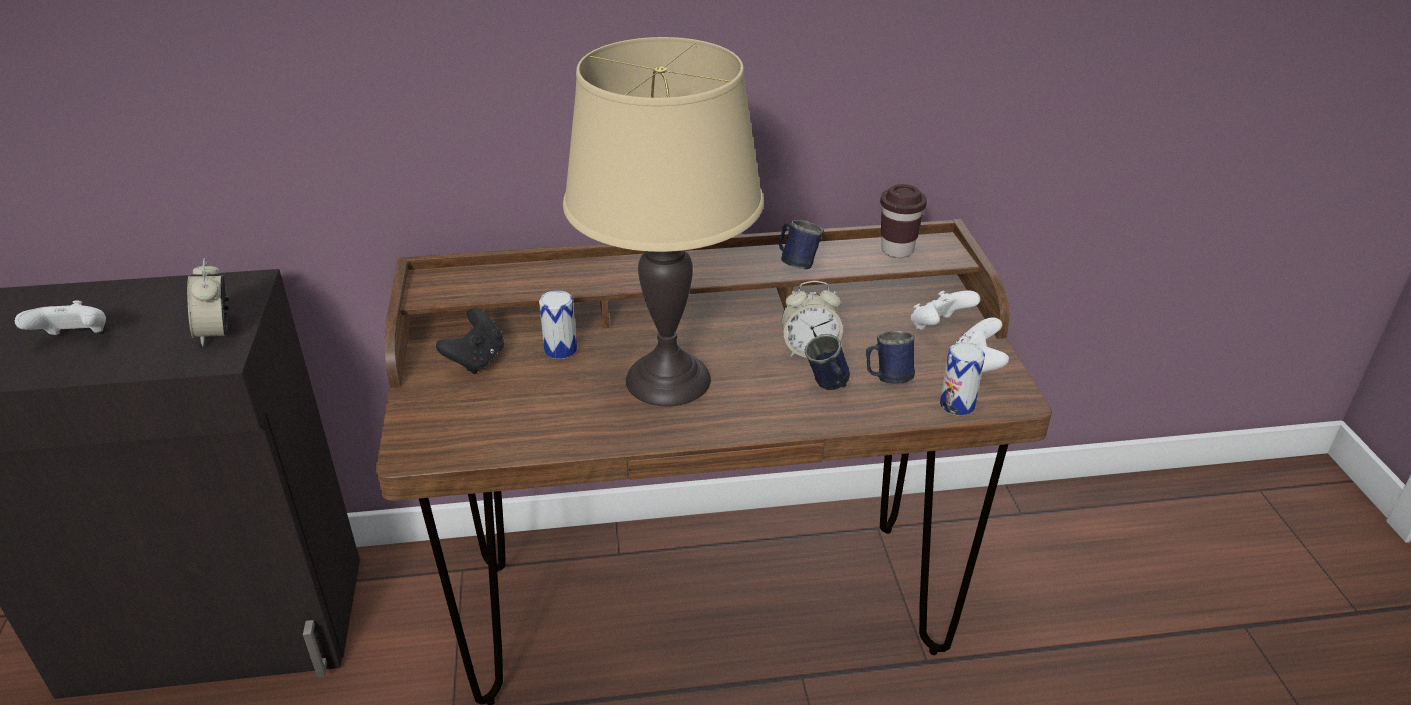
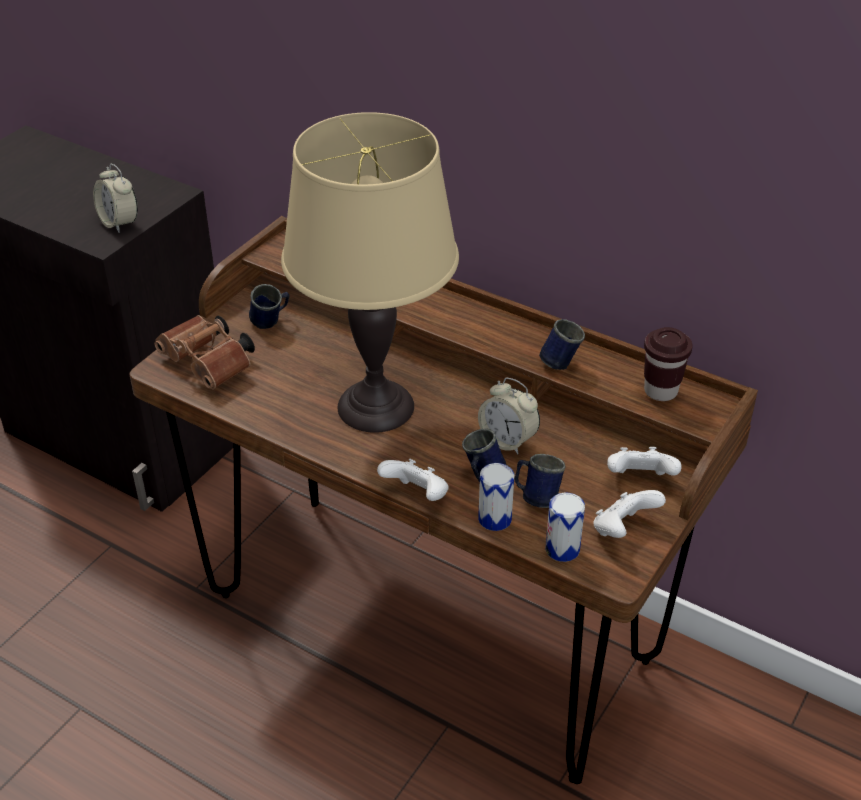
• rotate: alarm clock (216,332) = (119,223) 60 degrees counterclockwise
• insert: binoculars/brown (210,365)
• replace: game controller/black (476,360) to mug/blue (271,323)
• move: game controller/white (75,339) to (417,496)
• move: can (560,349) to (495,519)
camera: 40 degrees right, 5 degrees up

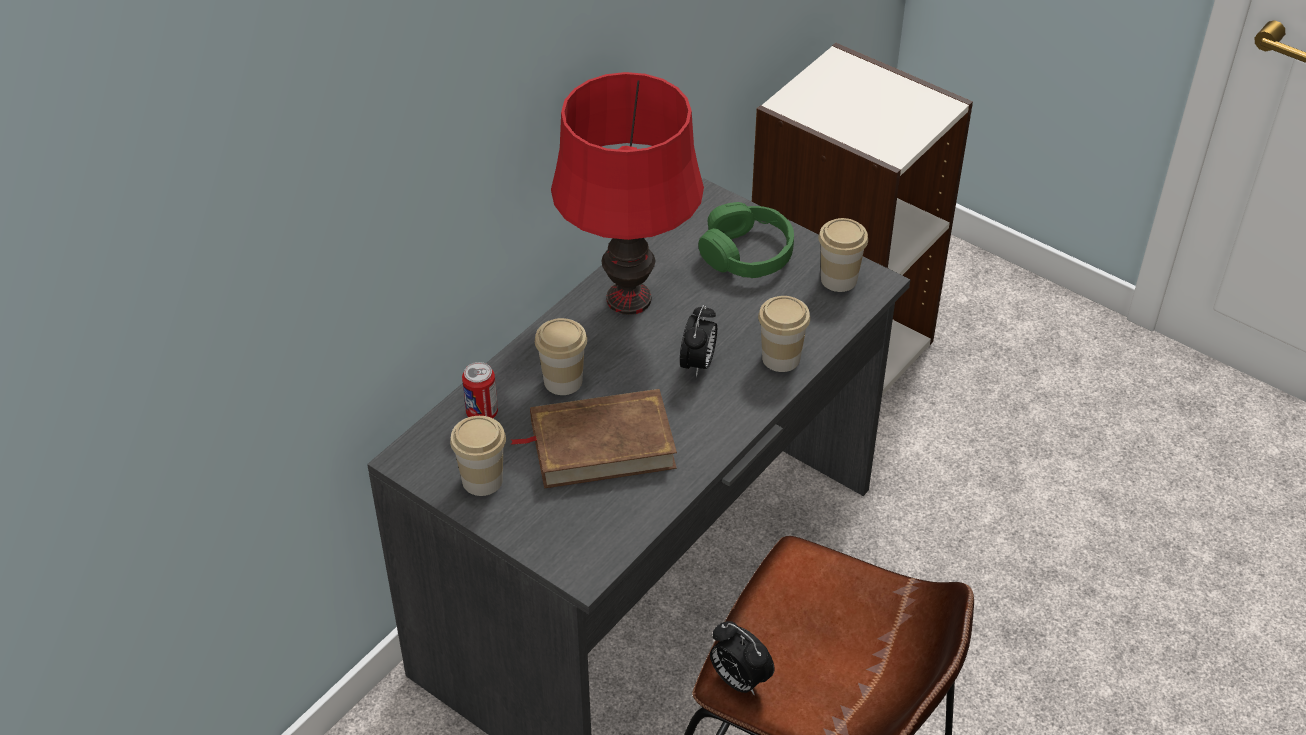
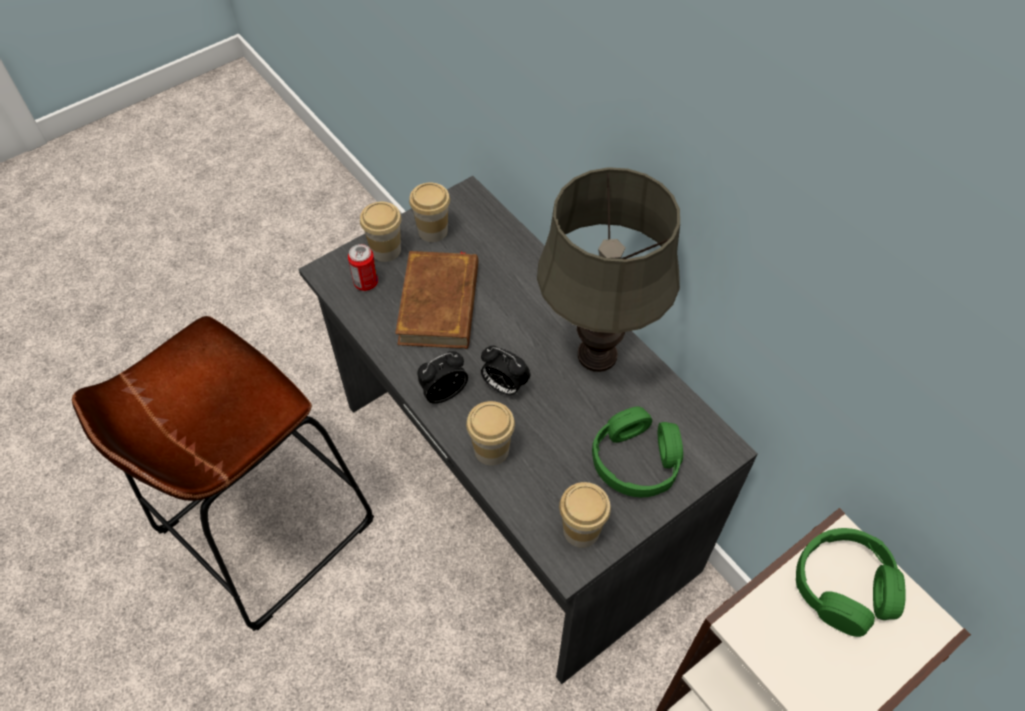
• move: can (482,413) to (366,283)
• move: cup (563,381) to (386,250)
• move: alarm clock (738,680) to (443,392)
• recolor: table lamp/red (628,298) to table lamp/grey (598,355)
• insert: headphones/green (844,586)
camera: 105 degrees right, 10 degrees up

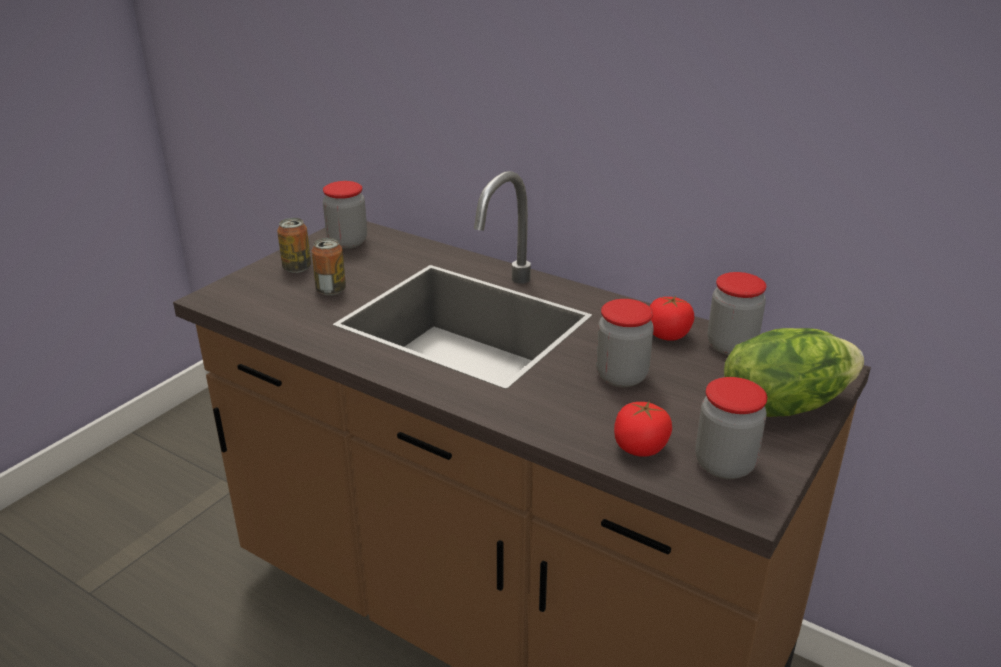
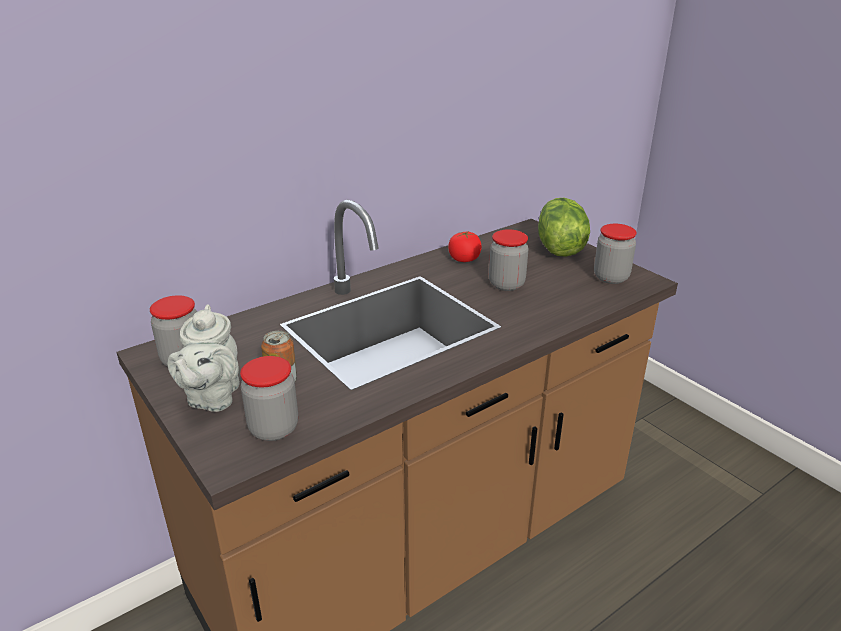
• replace: can (297,268) to teapot/grey (212,397)
• move: jar (731,346) to (273,428)
• delete: tomato (640,447)
camera: 70 degrees left, 0 degrees up

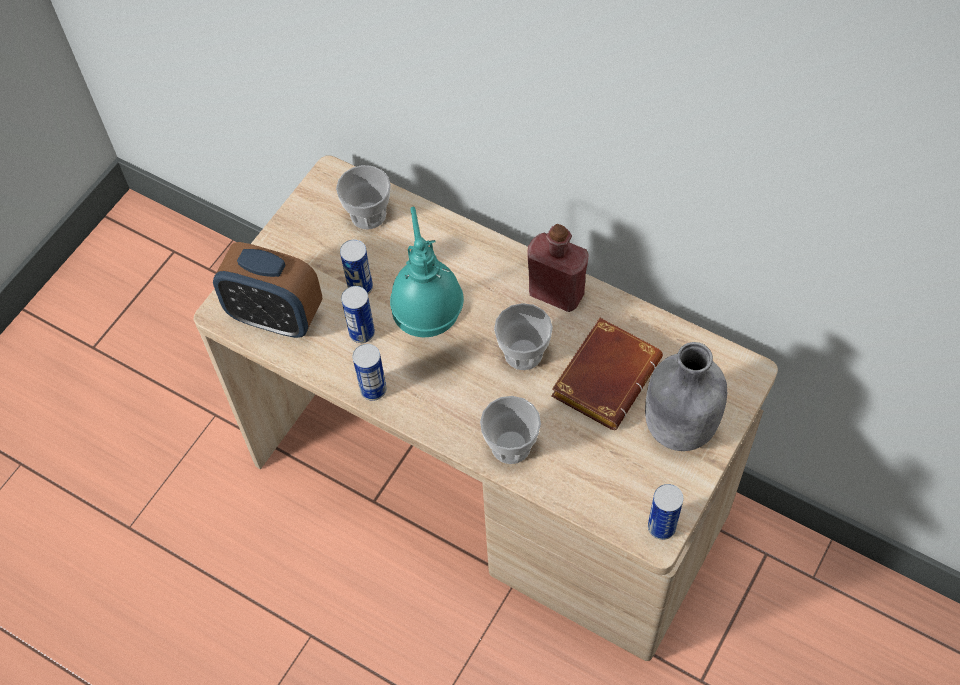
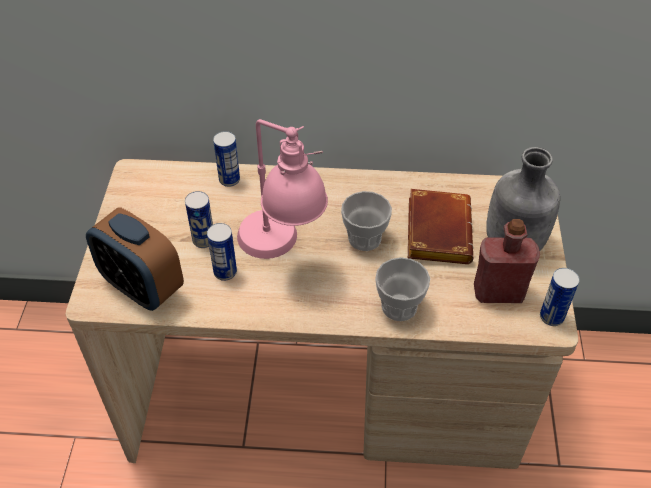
• rotate: alarm clock (276,316) = (142,287) 45 degrees clockwise
• move: can (373,390) to (229,180)
• recolor: table lamp/turquoise (431,333) to table lamp/pink (283,251)
• move: bottle/red (556,293) to (498,292)
• delete: cup (368,215)
camera: 30 degrees left, 10 degrees down

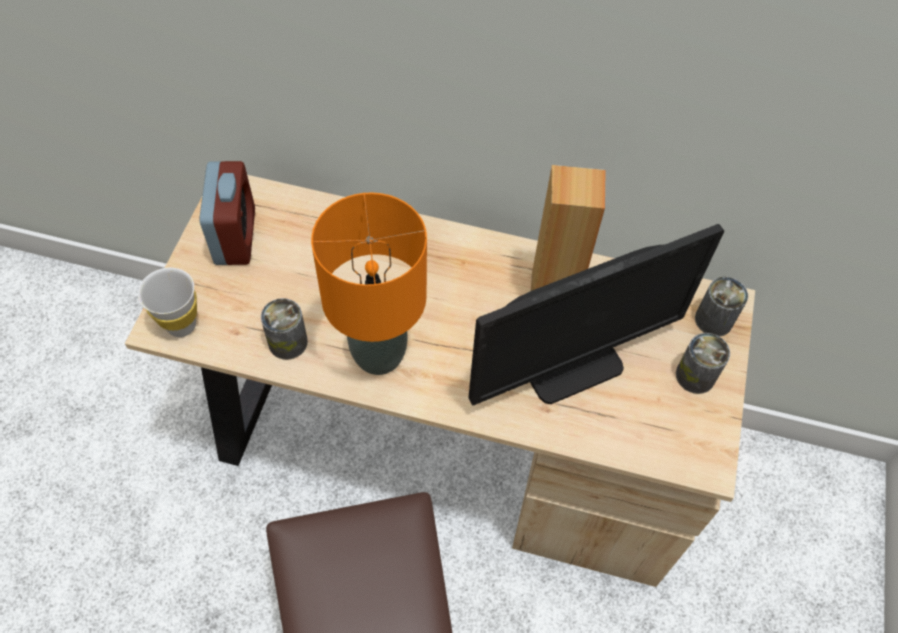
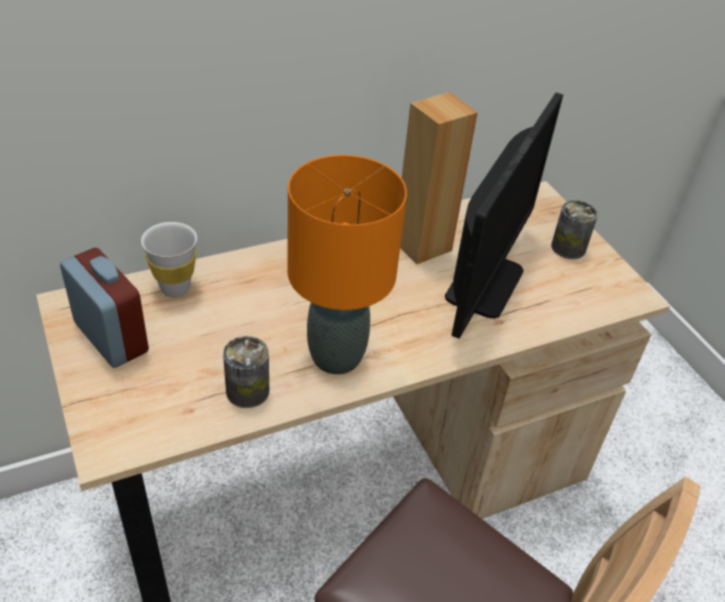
• move: cup/white (181,325) to (175,288)
• delete: can (713,320)
camera: 40 degrees left, 15 degrees down

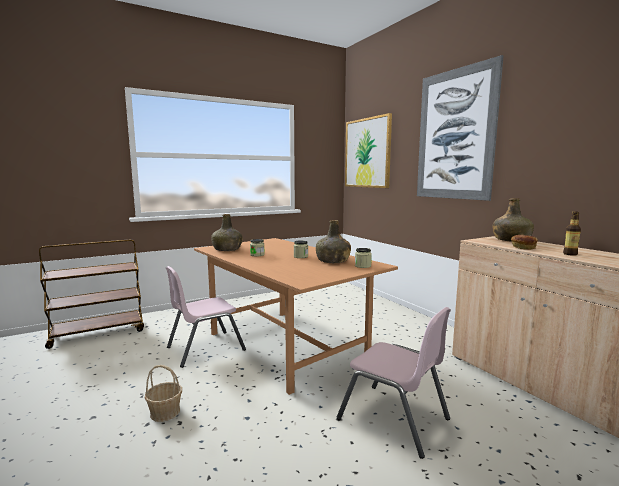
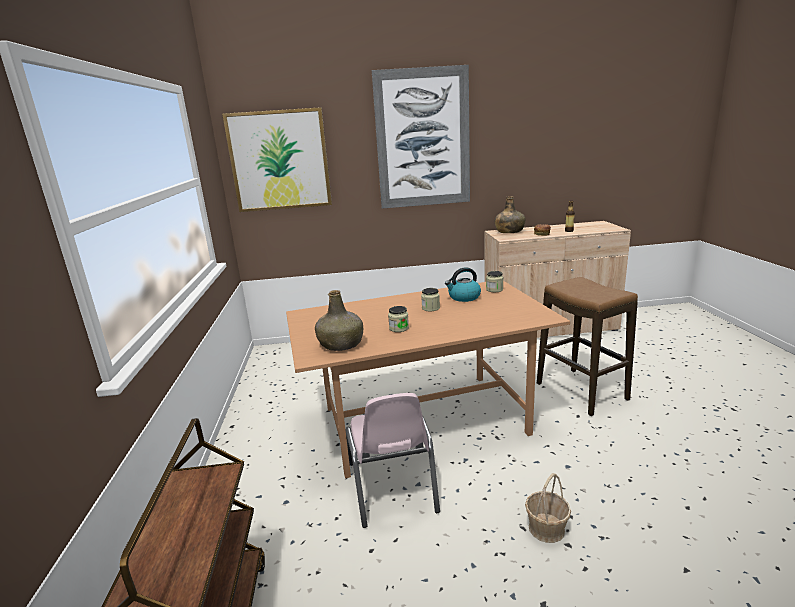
• replace: bottle/green (333,261) to kettle (464,297)
• replace: chair/pink (394,419) to stool (581,392)
camera: 65 degrees left, 10 degrees up

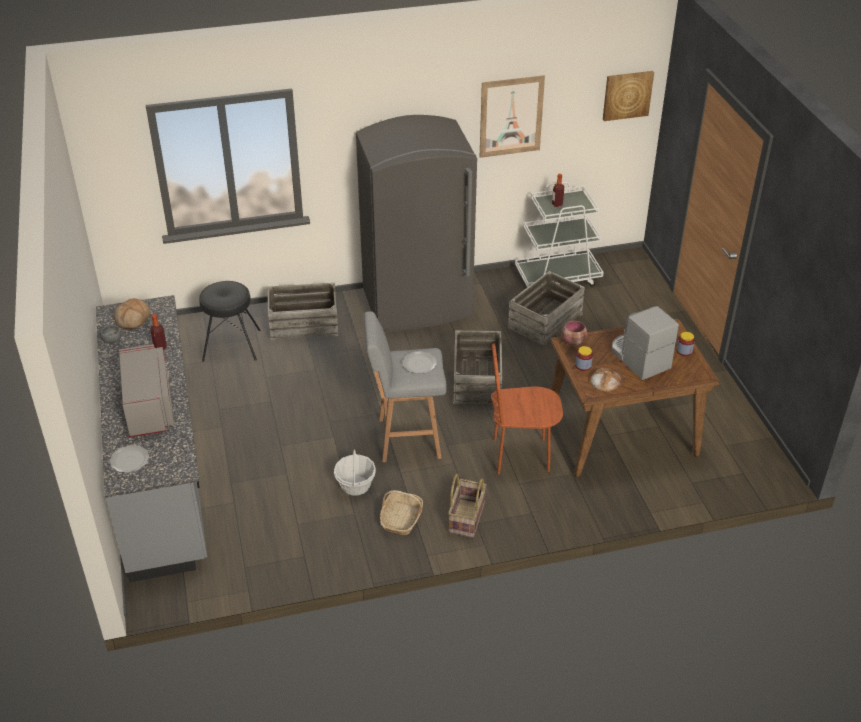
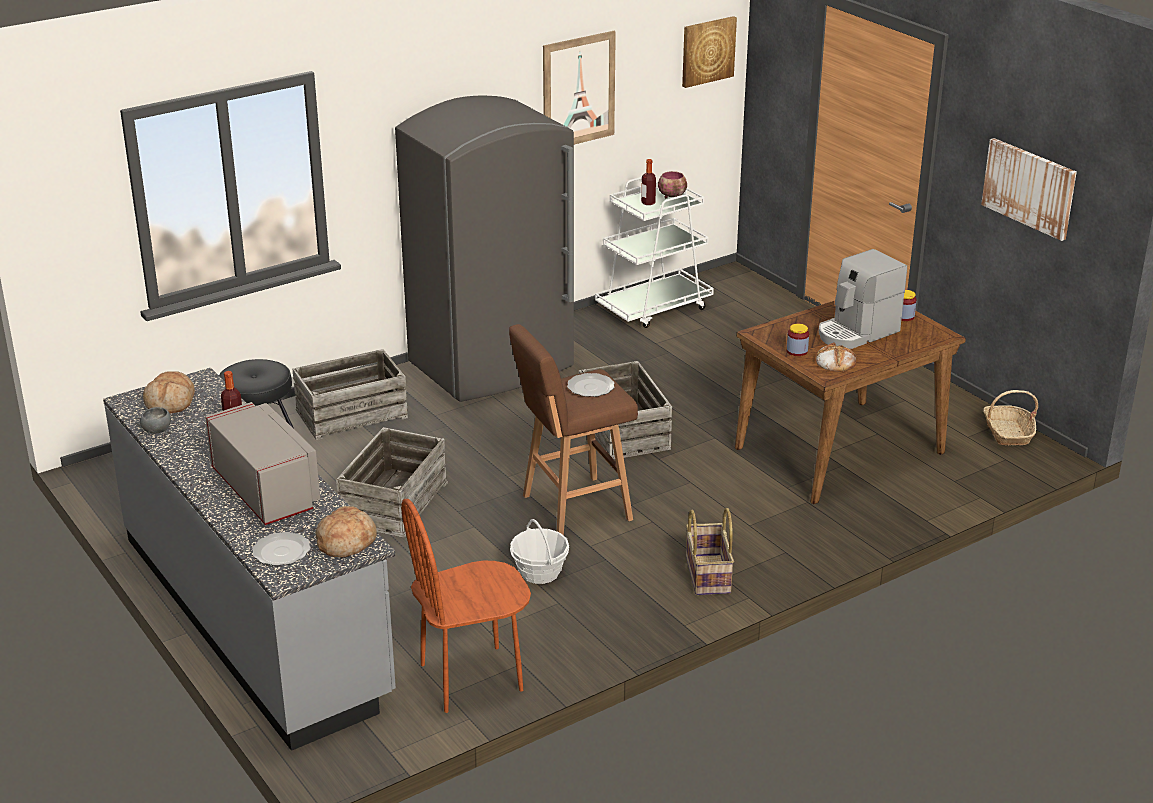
• insert: bread (346,542)
• move: crate (544,320) to (393,503)
• move: chair/brown (521,455) to (471,678)
• recolor: stool/grey (406,438) to stool/brown (573,508)
• move: bowl (574,342) to (673,196)
• rotate: coffee machine (638,358) = (856,332) 75 degrees counterclockwise
• insert: picture (1029,188)
• move: basket (401,519) to (1007,433)
camera: 20 degrees left, 10 degrees down

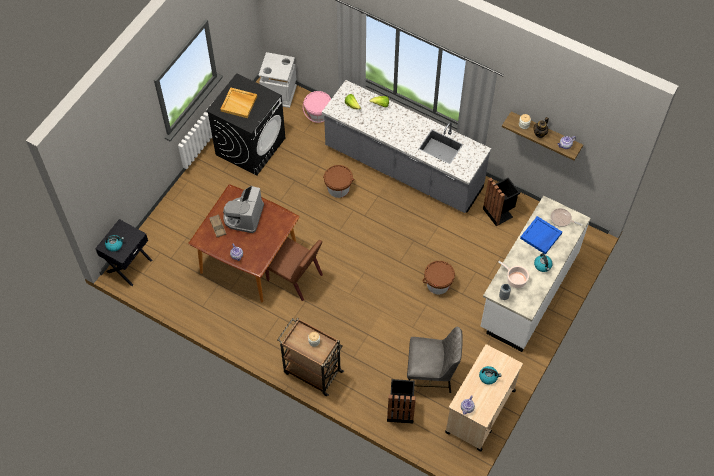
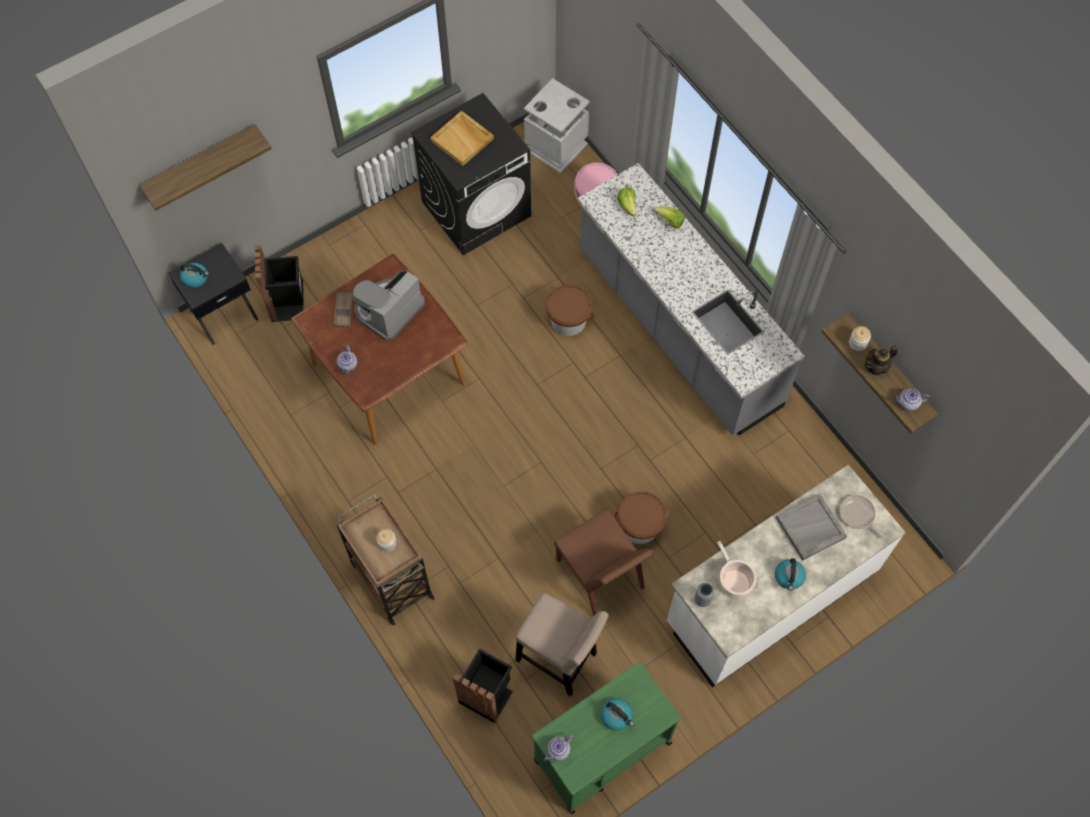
• insert: shelf (201,163)
• move: trash can/black (499,212) to (289,304)
• replace: chair/grey (431,374) to stool/beige (559,660)
• recolor: cart/beige (479,411) to cart/green (601,751)
• move: chair/brown (295,278) to (601,575)
• recolor: tray/blue (541,236) to tray/grey (810,528)
camera: 25 degrees right, 5 degrees up

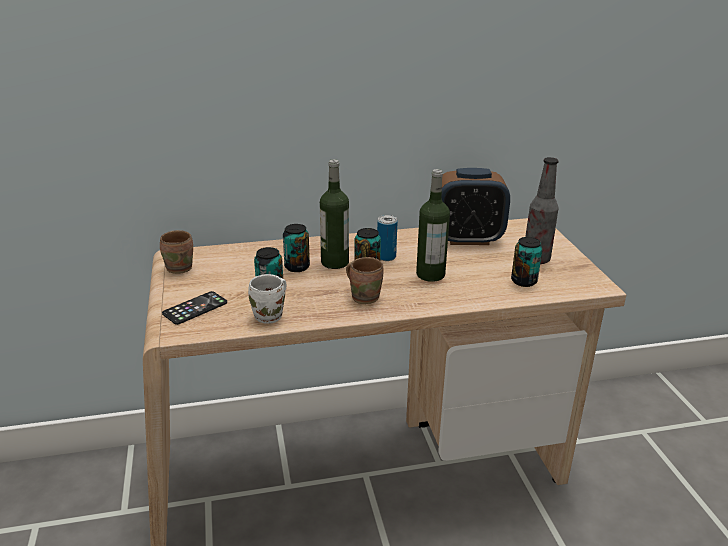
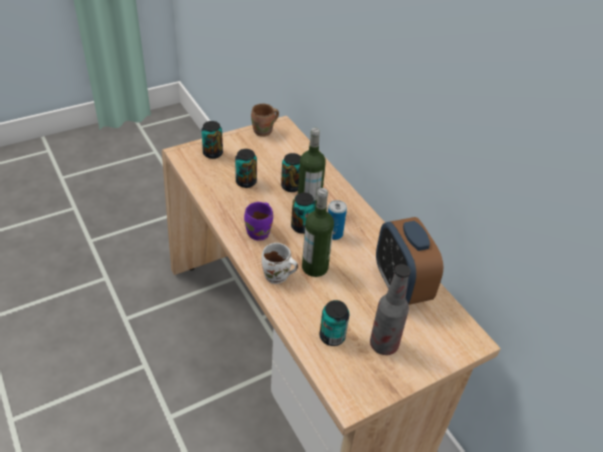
• replace: phone (195,308) to can (212,153)
• recolor: mug/brown (365,297) to mug/purple (260,233)
• move: mug/white (271,316) to (277,277)
camera: 70 degrees right, 15 degrees up

